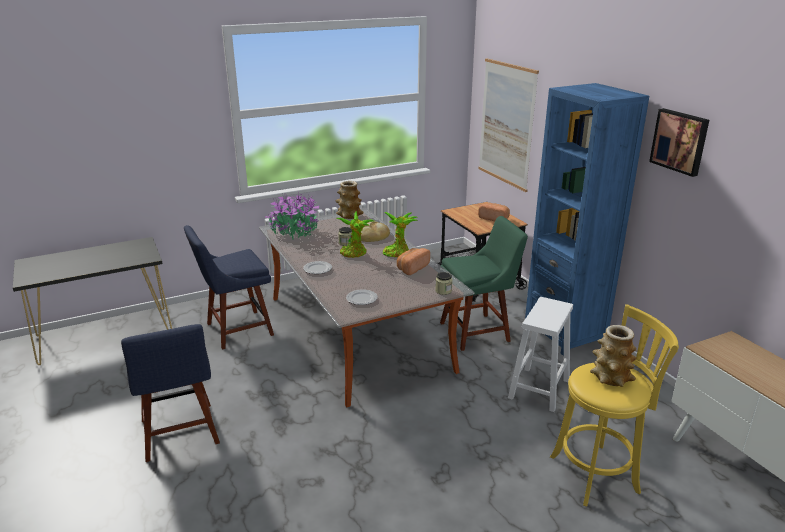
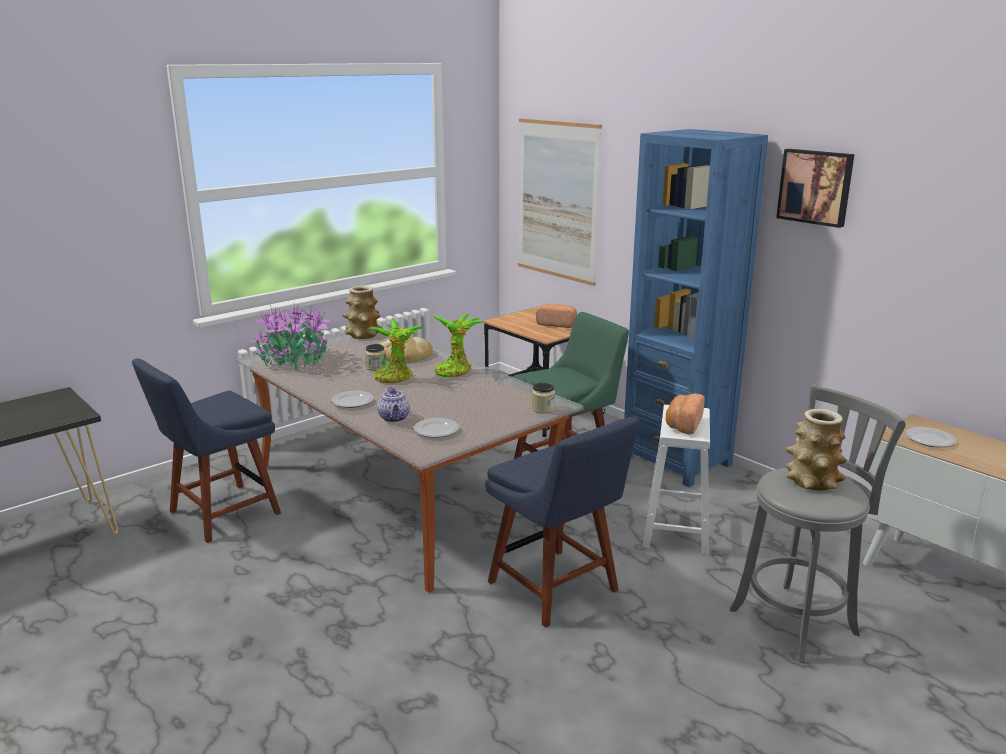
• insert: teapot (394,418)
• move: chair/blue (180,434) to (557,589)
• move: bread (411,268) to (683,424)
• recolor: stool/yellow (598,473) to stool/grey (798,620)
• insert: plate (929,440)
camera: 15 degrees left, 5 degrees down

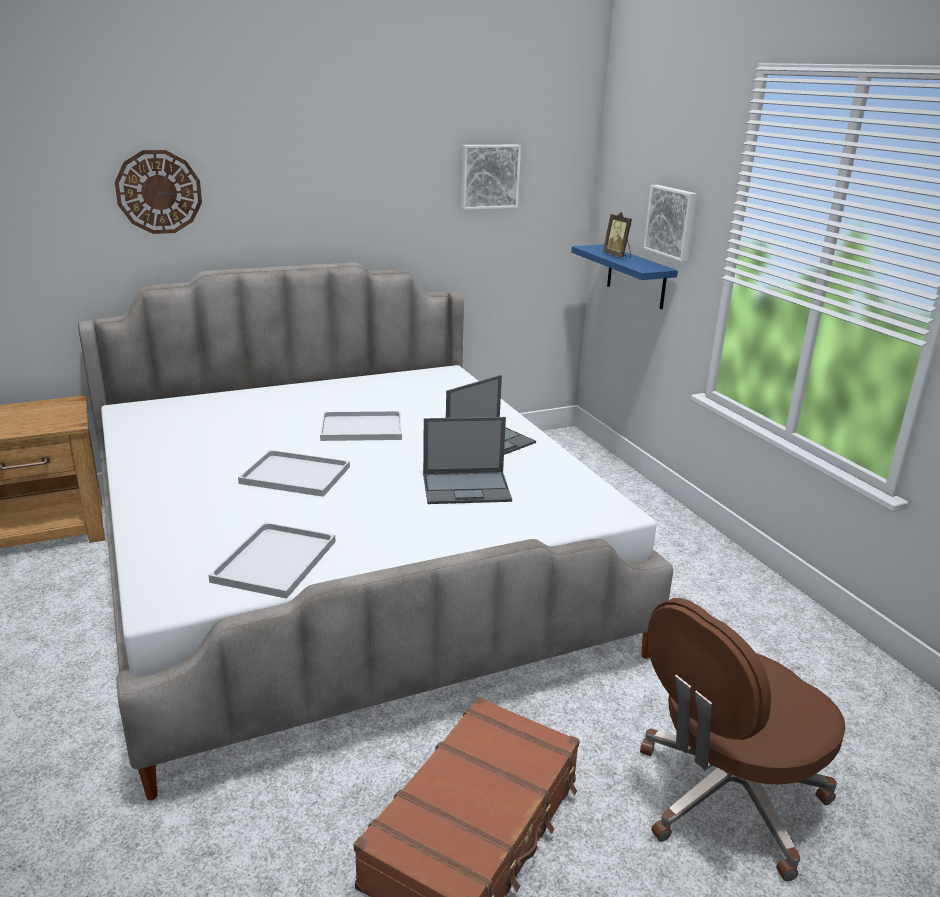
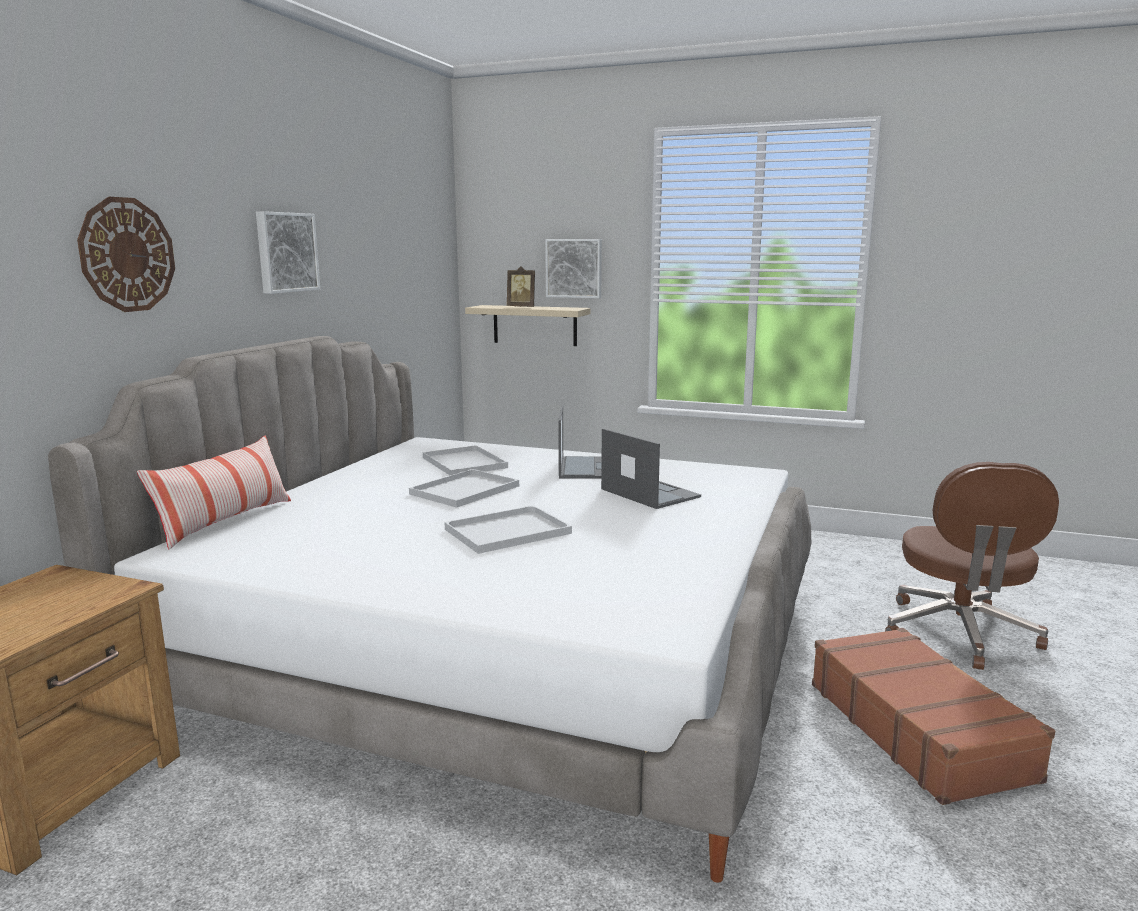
• insert: pillow (225,522)
• move: picture (489,176) to (285,252)
• move: tray/white (275,562) to (466,463)
• recolor: shelf/blue (636,276) to shelf/beige (534,325)
• rotate: laptop (467,488) = (648,493) 75 degrees counterclockwise
camera: 45 degrees left, 10 degrees down

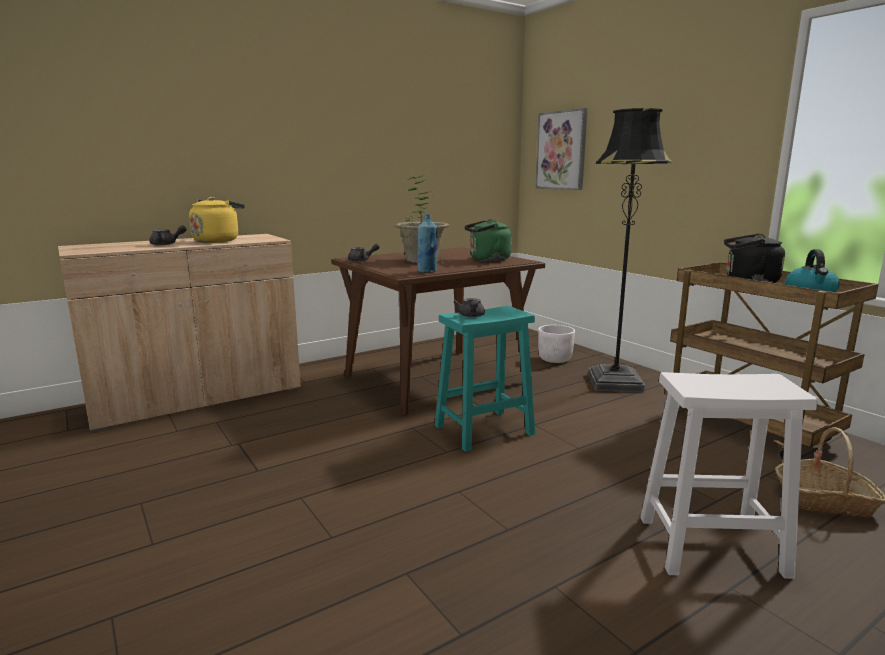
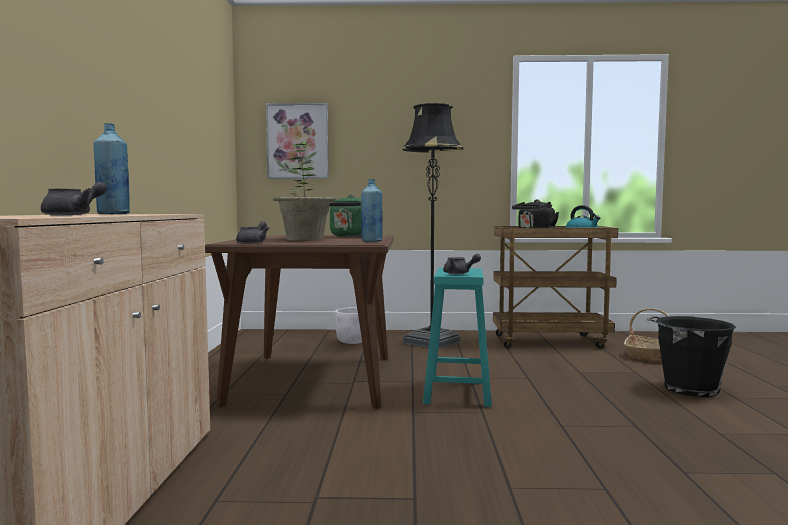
• replace: kettle/yellow (218,241) to bottle/blue (113,214)
• replace: stool/white (709,546) to bucket/black (688,388)
camera: 55 degrees left, 10 degrees down

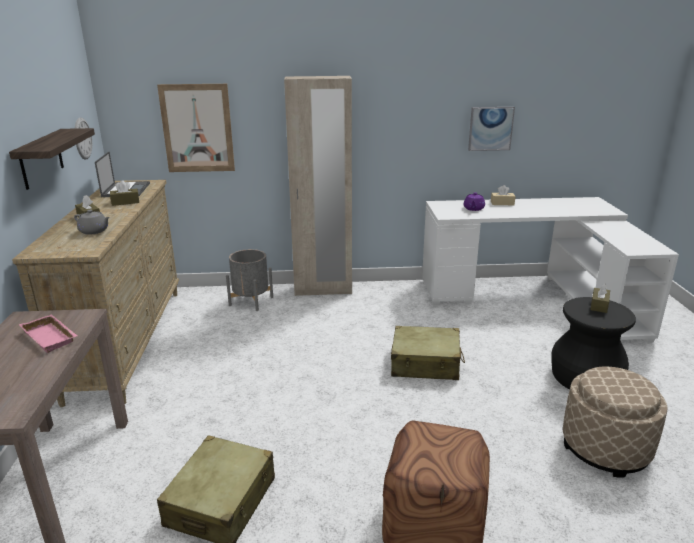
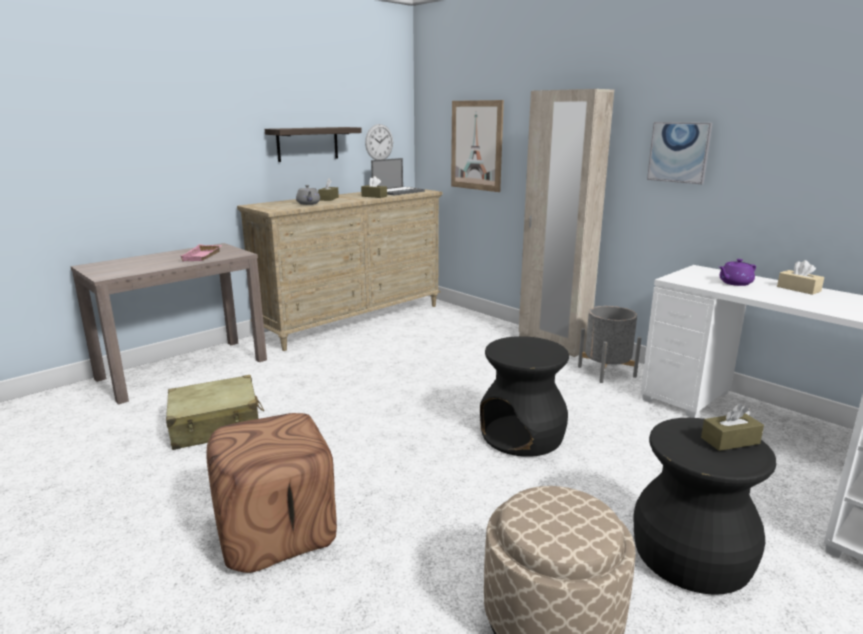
• replace: suitcase/beige (425,364) to stool/black (523,436)
• move: planter/grey (251,301) to (606,371)
• move: picture (490,128) to (679,152)
camera: 50 degrees right, 5 degrees down

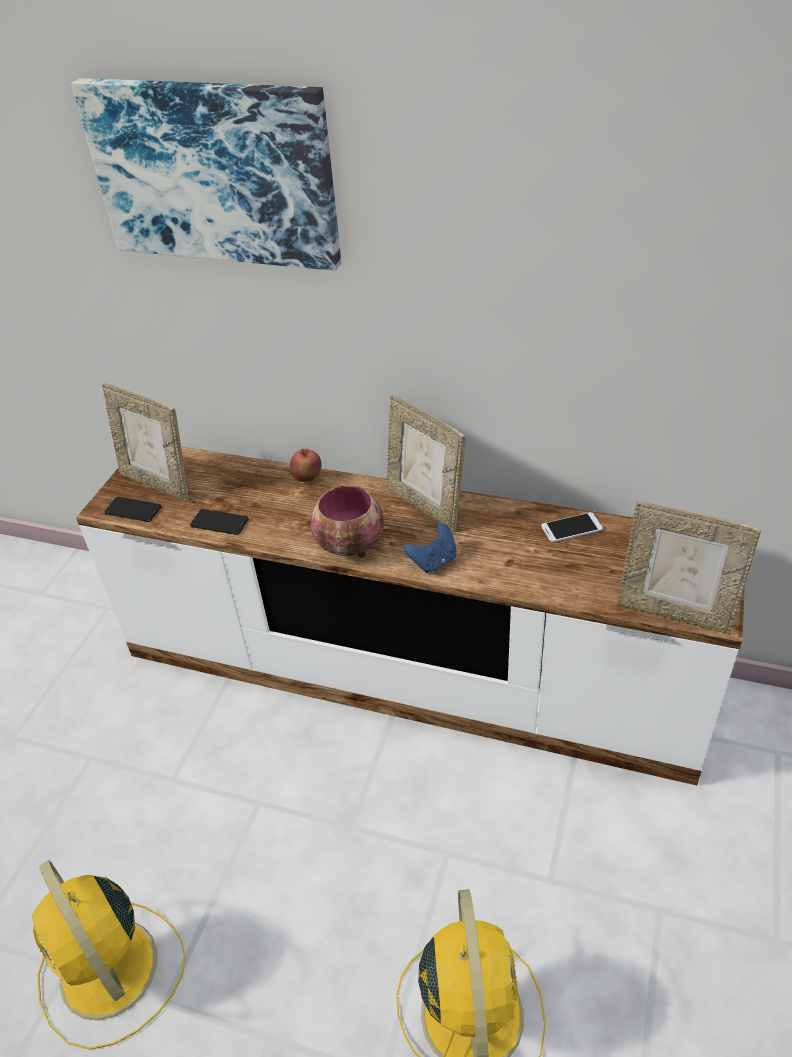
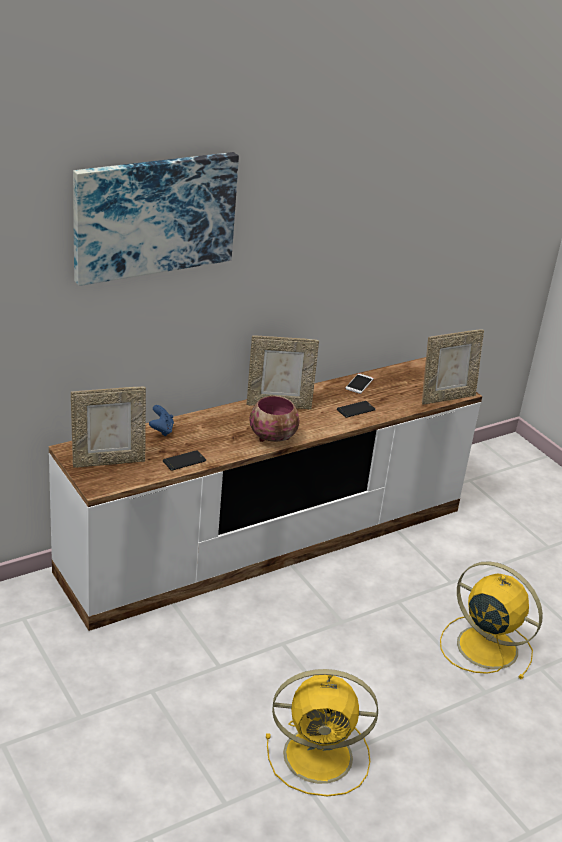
• move: game controller/blue (433,561) to (161,430)
• move: phone (133,510) to (355,410)
• delete: apple (307,478)
camera: 55 degrees left, 10 degrees down

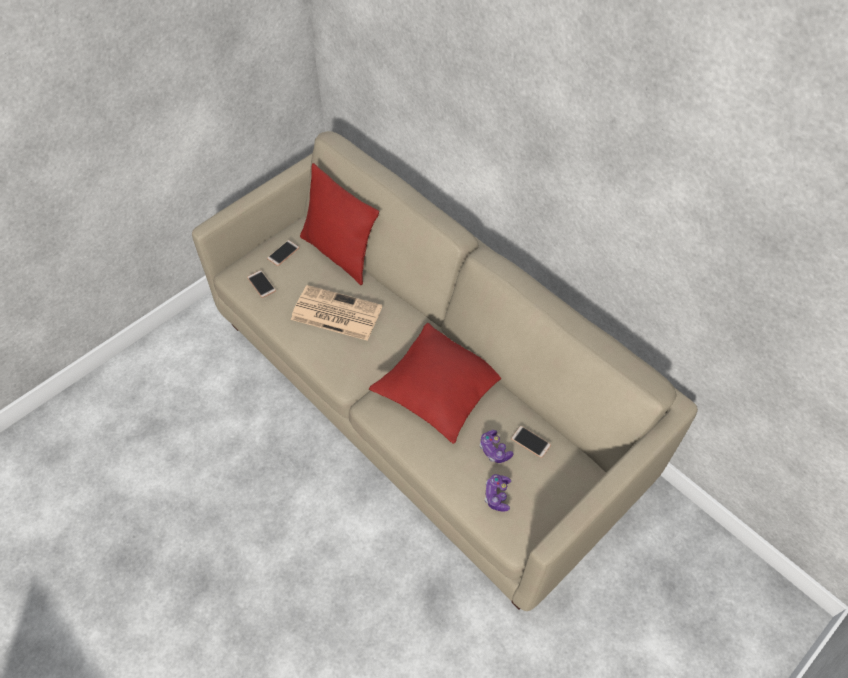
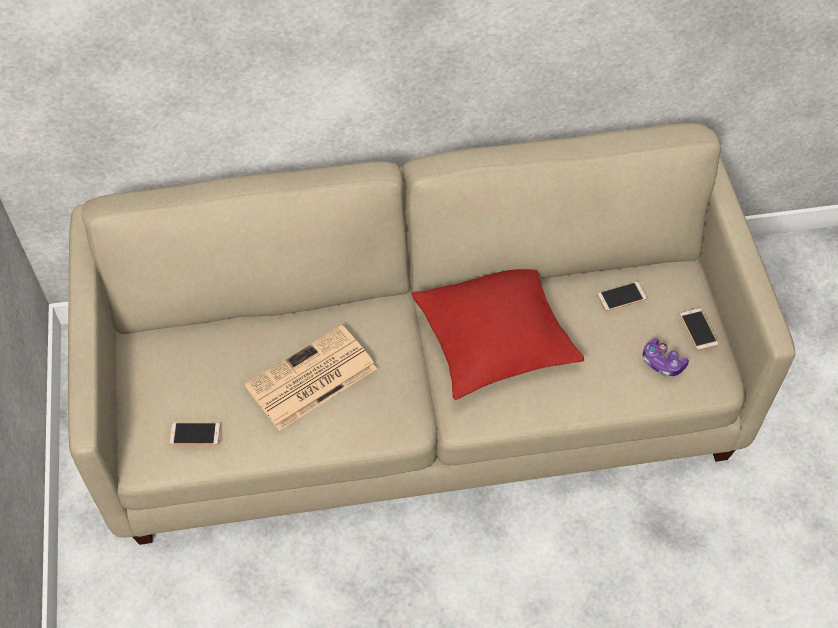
• move: phone (283,253) to (698,329)
• delete: pillow/red (339,253)
• delete: game controller (494,450)
camera: 55 degrees left, 0 degrees up

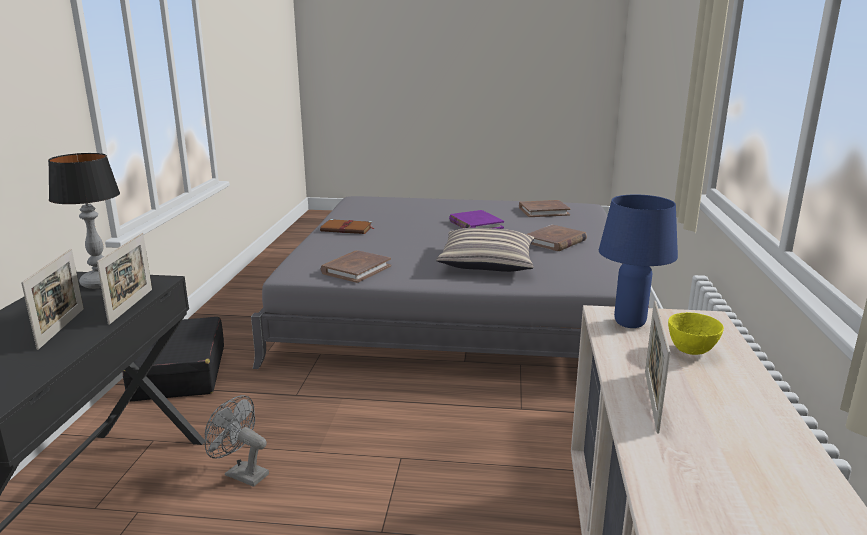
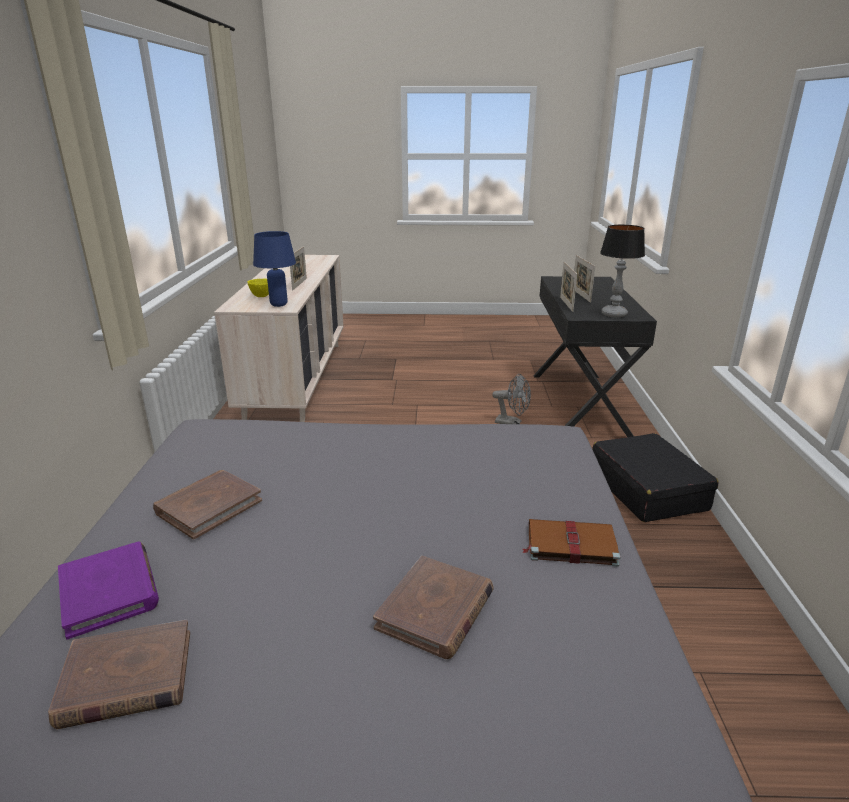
• move: book/purple (475,224) to (109,591)
• move: book/brown (356,269) to (435,610)
• delete: pillow (487,262)
camera: 175 degrees right, 5 degrees up

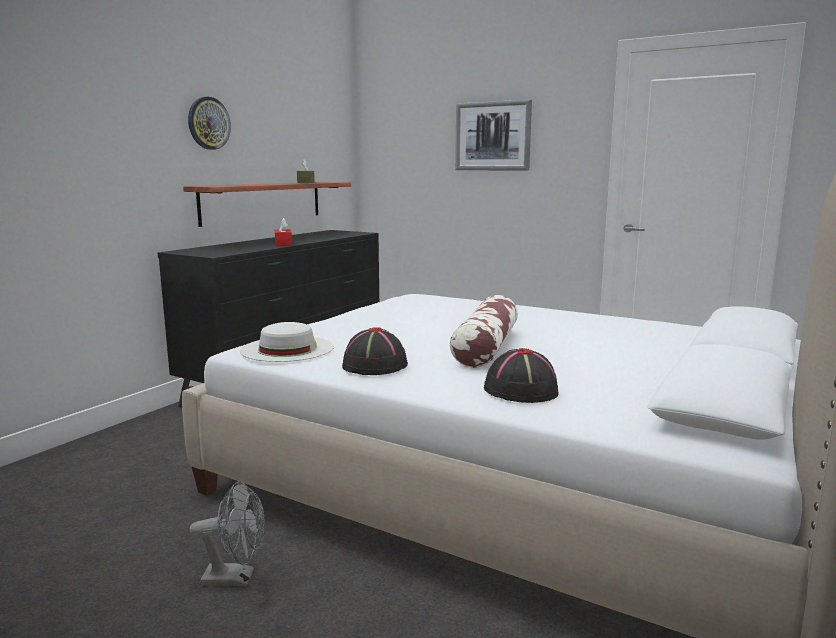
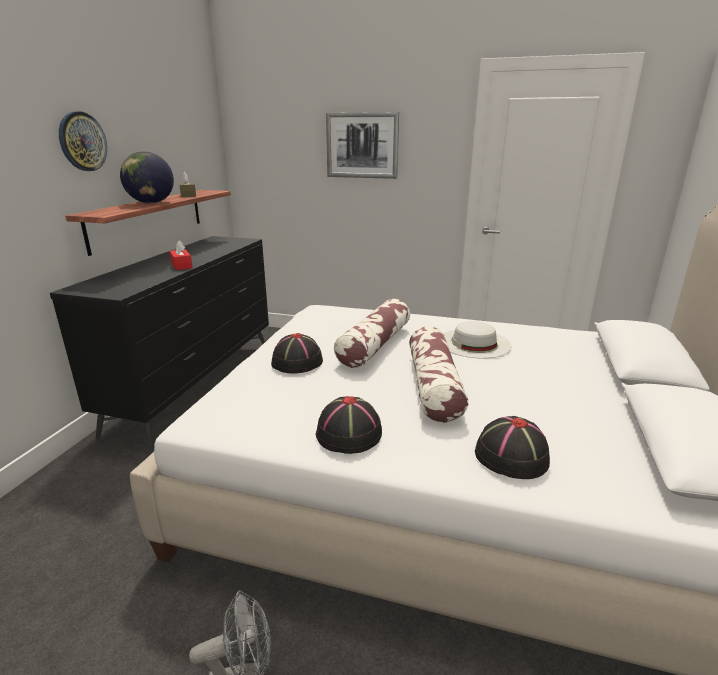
• insert: globe (151,203)
• insert: hat/black (297,362)
• insert: pillow (374,345)
• move: hat/white (287,348) to (474,343)
camera: 15 degrees left, 10 degrees up

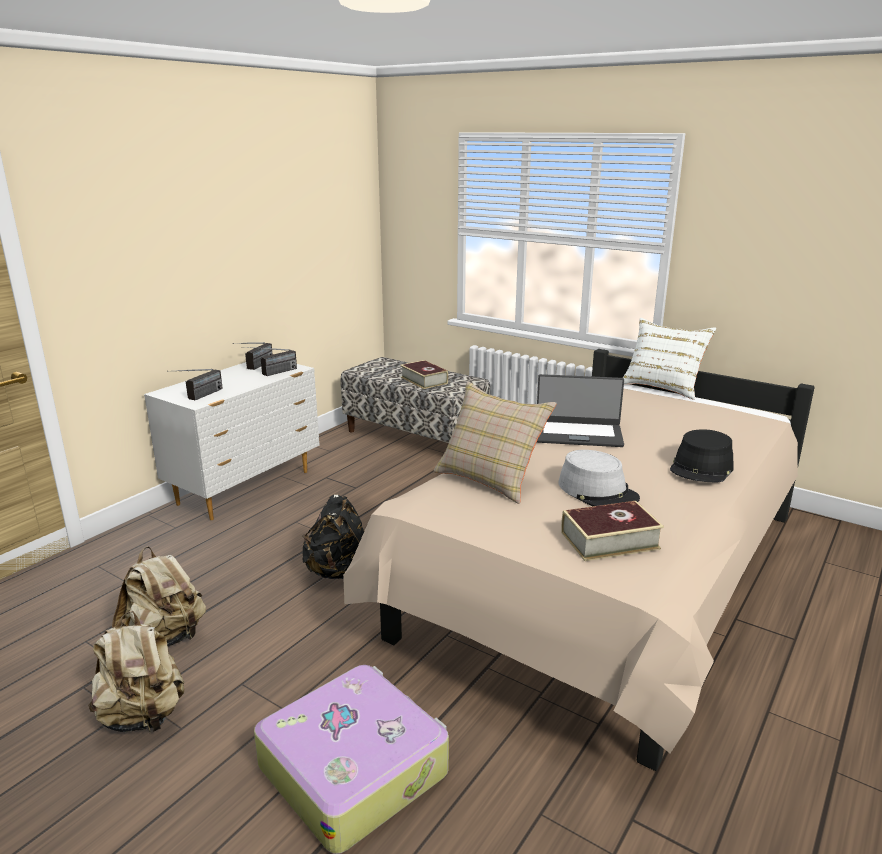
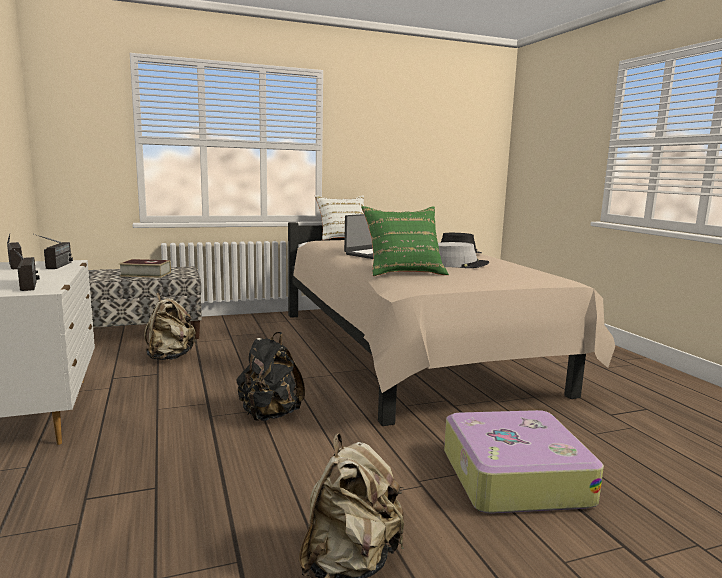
• move: backpack/beige (165,638) to (170,357)
• recolor: pillow/beige (490,478) to pillow/green (403,272)
• delete: book (609,540)
camera: 55 degrees left, 10 degrees down

